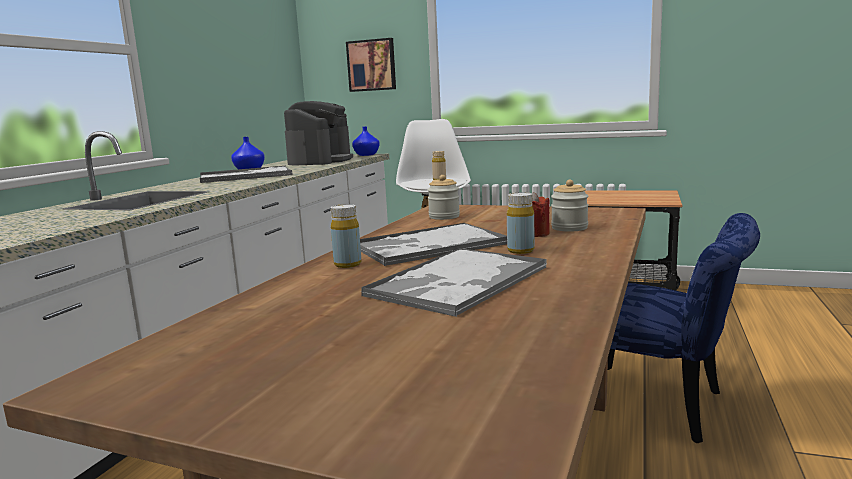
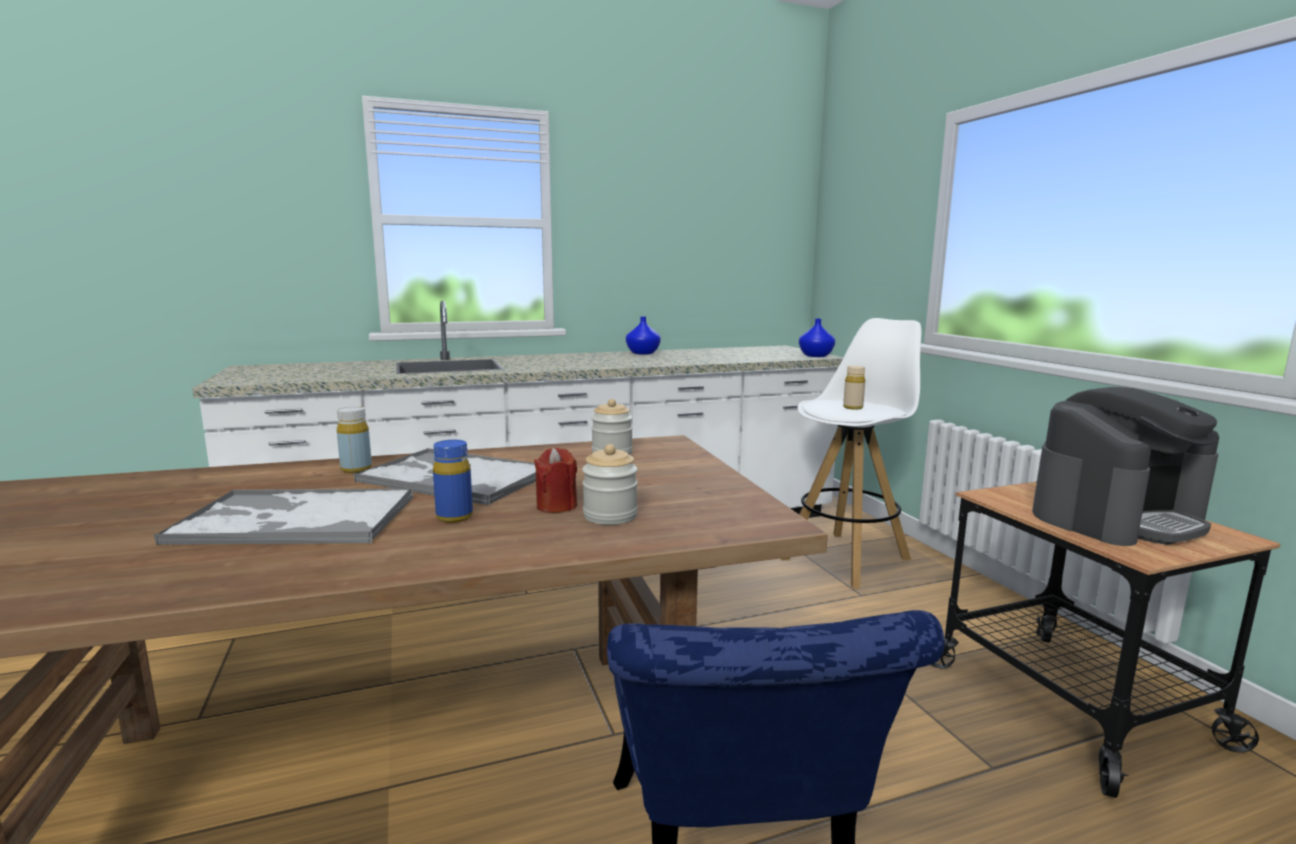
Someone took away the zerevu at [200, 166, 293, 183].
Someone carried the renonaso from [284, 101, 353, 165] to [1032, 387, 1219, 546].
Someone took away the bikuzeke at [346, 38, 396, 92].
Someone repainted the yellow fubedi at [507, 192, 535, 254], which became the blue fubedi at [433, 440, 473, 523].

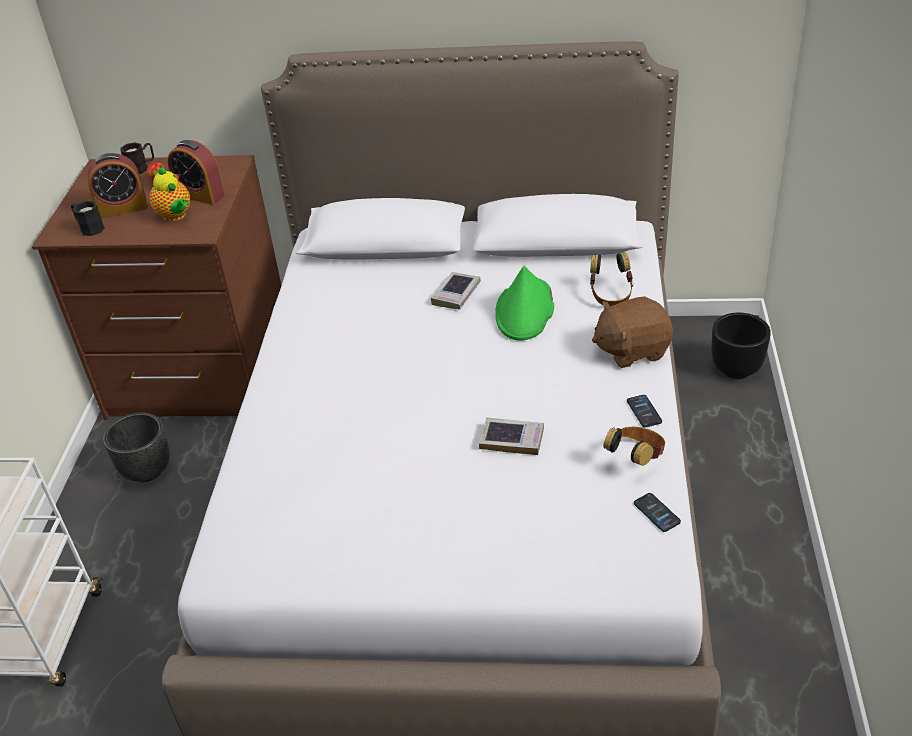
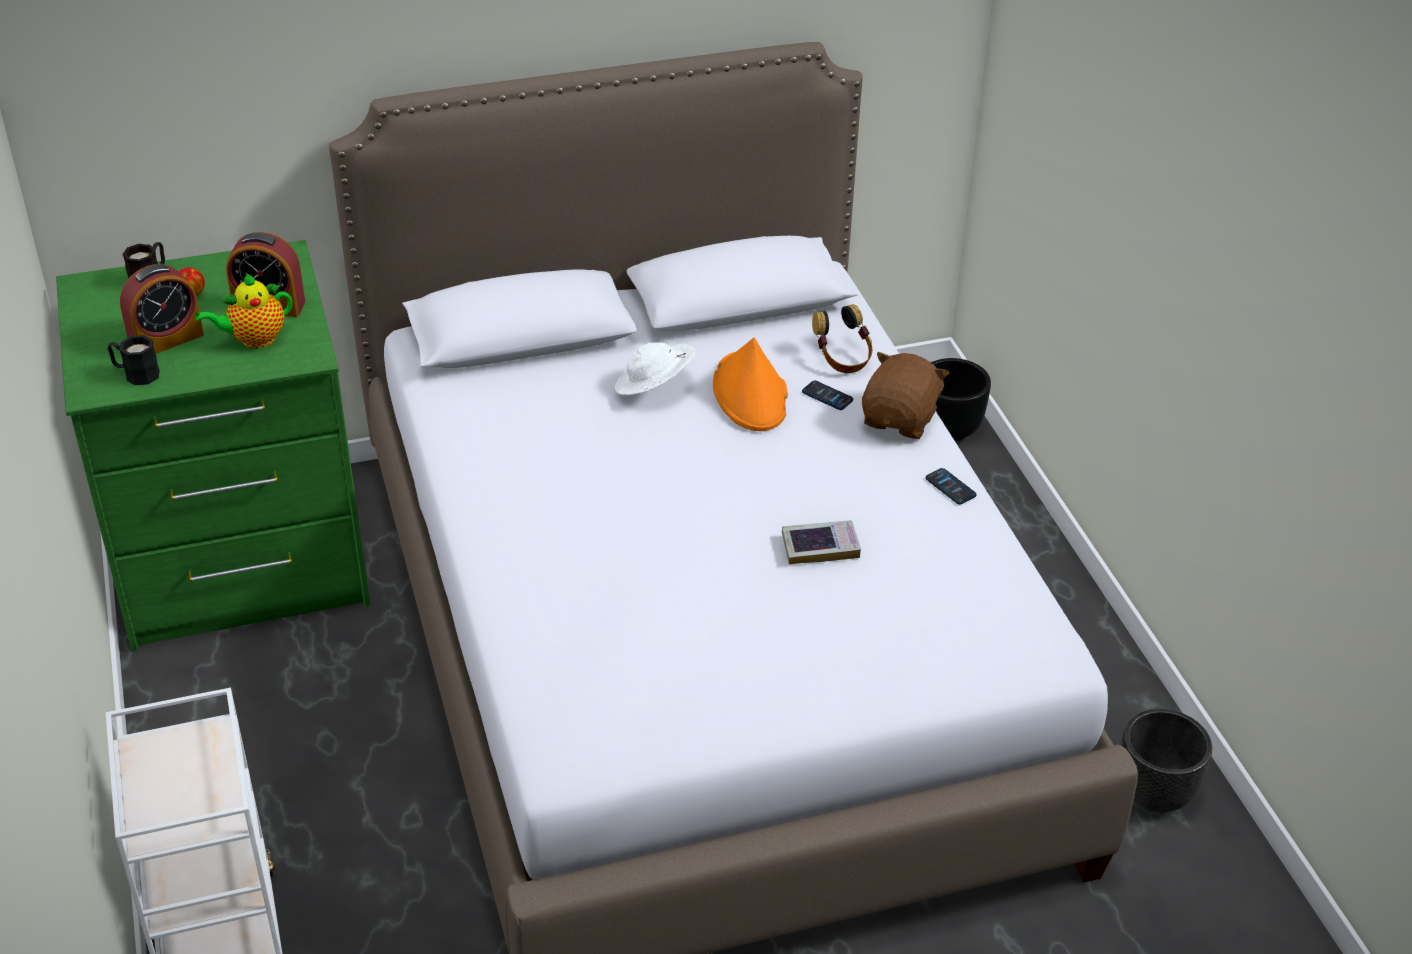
Someone repainted the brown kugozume at [32, 155, 282, 420], which became the green kugozume at [56, 240, 371, 652].
Someone carried the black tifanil from [103, 412, 170, 482] to [1121, 709, 1212, 812].
Someone rotated the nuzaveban at [150, 166, 190, 221] by 120 degrees clockwise.
Someone swapped the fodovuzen at [431, 272, 481, 309] for the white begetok at [615, 342, 695, 395].
Someone repainted the green begetok at [495, 266, 554, 341], which became the orange begetok at [713, 337, 788, 431].
Someone rotated the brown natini at [592, 296, 673, 368] by 150 degrees clockwise.
Someone took away the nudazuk at [603, 427, 665, 466].
Someone carried the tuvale from [634, 493, 681, 532] to [802, 381, 853, 410].

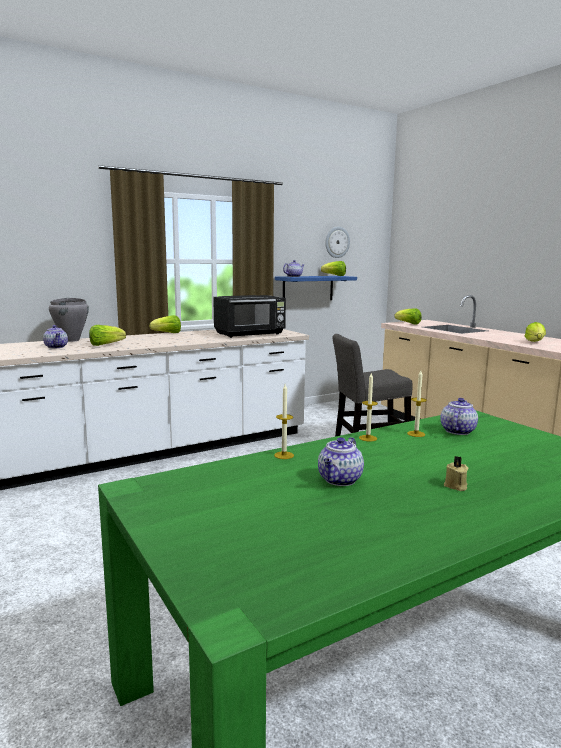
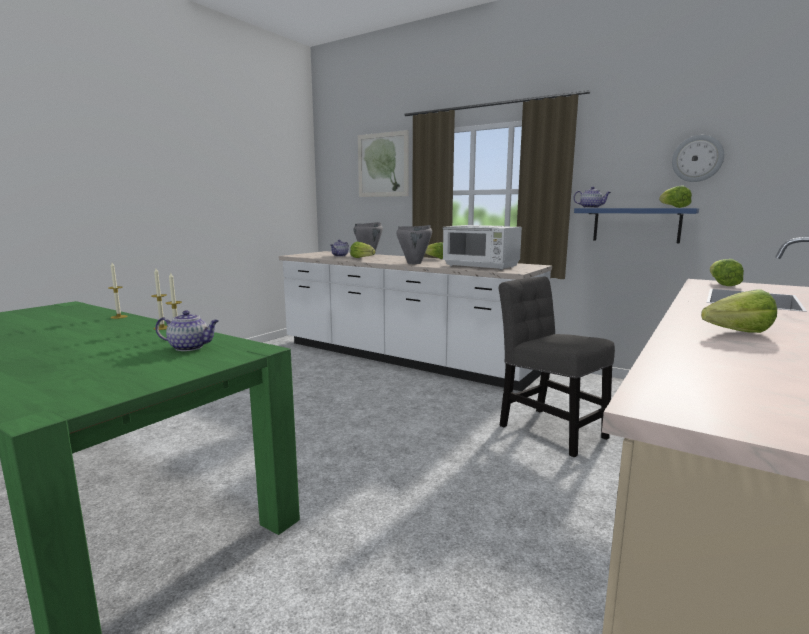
Someone repainted the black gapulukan at [213, 295, 286, 338], which became the white gapulukan at [443, 225, 522, 270].
Someone took away the nuzaveban at [318, 437, 364, 486].
Someone took away the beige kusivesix at [444, 456, 468, 491].
Someone put up the bikuzeke at [358, 130, 409, 197].
Someone put down the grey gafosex at [396, 225, 432, 264].

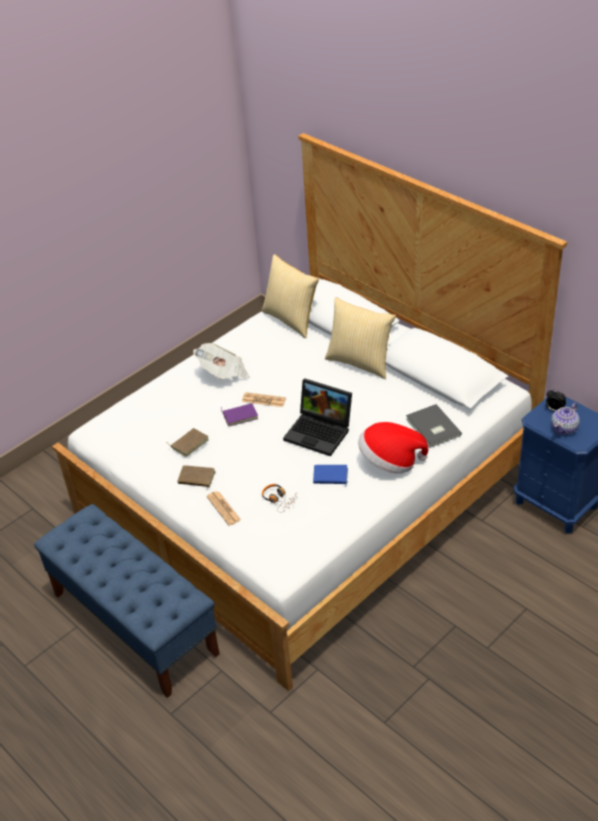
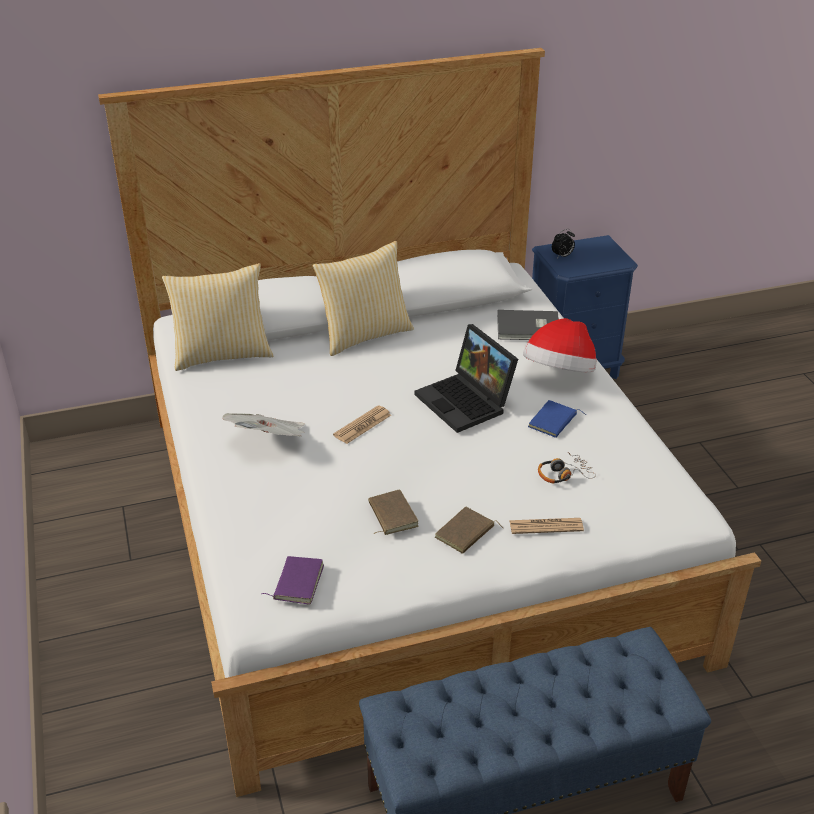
Someone carried the purple fodovuzen from [221, 403, 258, 427] to [261, 556, 324, 605].
Someone rotated the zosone at [283, 379, 352, 456] by 90 degrees clockwise.
Someone took away the nuzaveban at [551, 403, 579, 435].

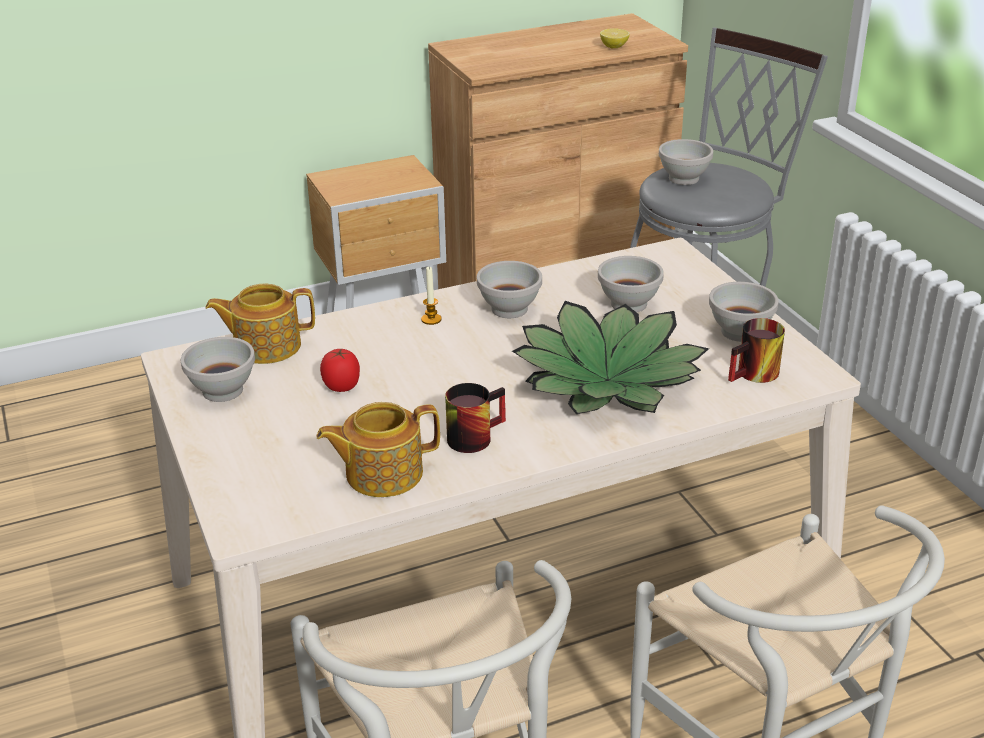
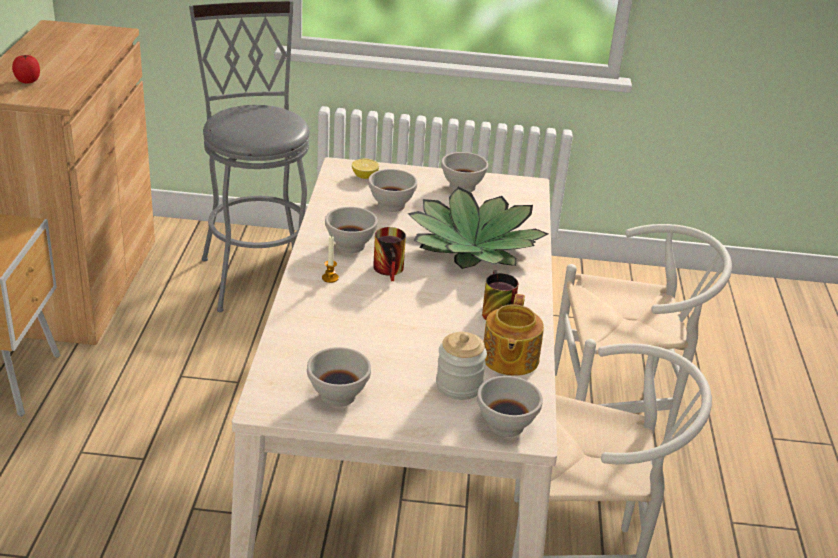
Someone took away the nuzaveban at [205, 284, 315, 364].
Someone carried the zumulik from [320, 348, 360, 392] to [12, 55, 40, 84].
Someone carried the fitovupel from [600, 28, 630, 48] to [352, 159, 379, 179].
Someone carried the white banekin from [659, 139, 713, 185] to [477, 376, 543, 437].
Someone carried the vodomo from [728, 318, 785, 383] to [373, 227, 406, 281].
Someone put down the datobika at [436, 332, 487, 400].

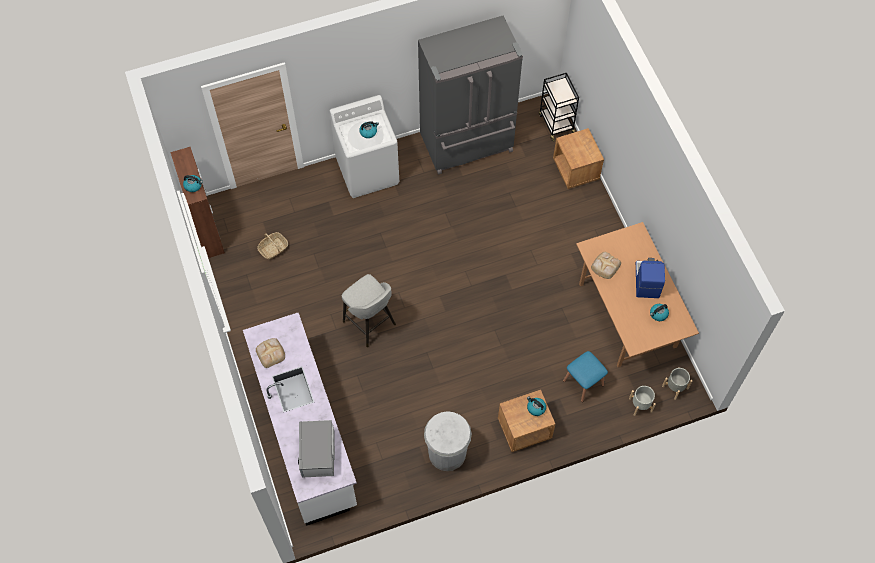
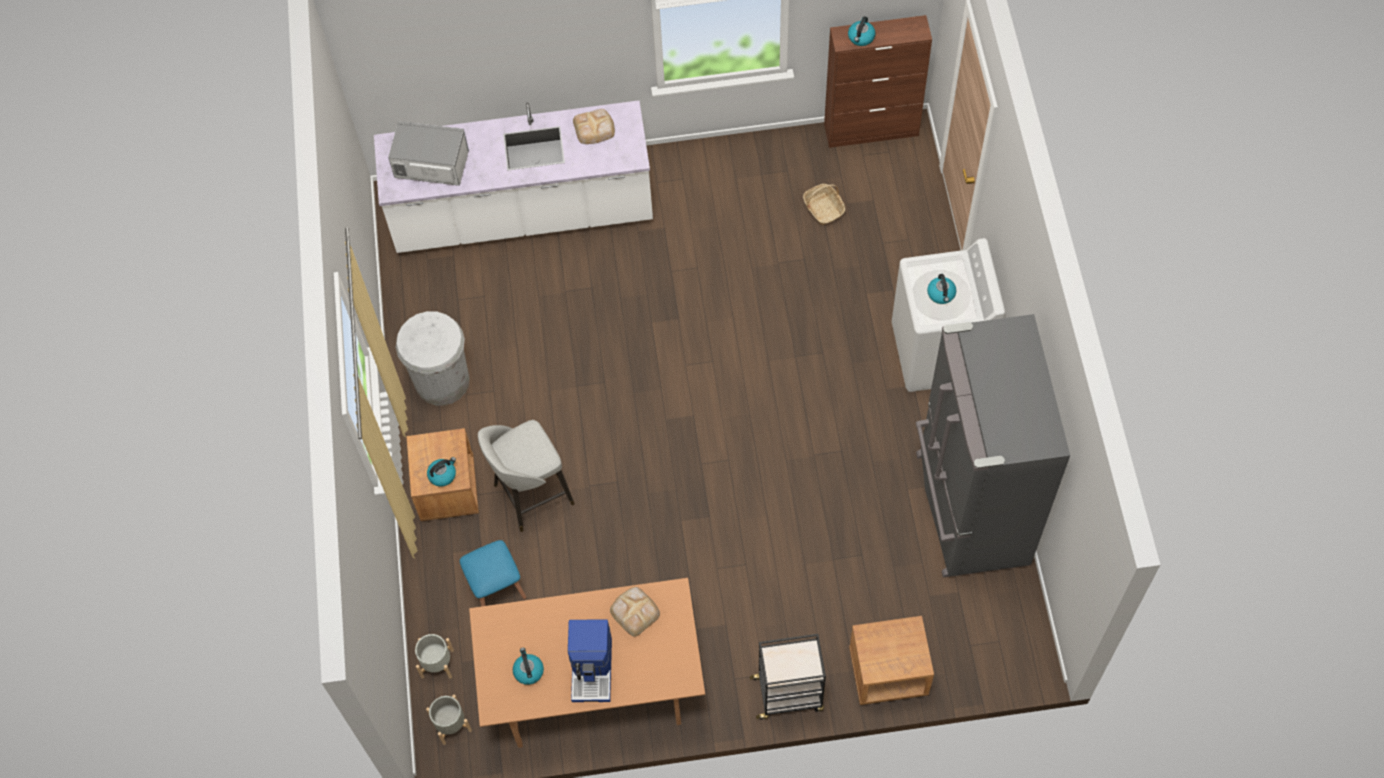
Someone carried the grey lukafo from [342, 274, 396, 347] to [478, 420, 575, 532].
Someone carried the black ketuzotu from [539, 73, 579, 142] to [750, 634, 826, 720].
Someone rotated the renonaso at [636, 258, 665, 298] by 75 degrees clockwise.

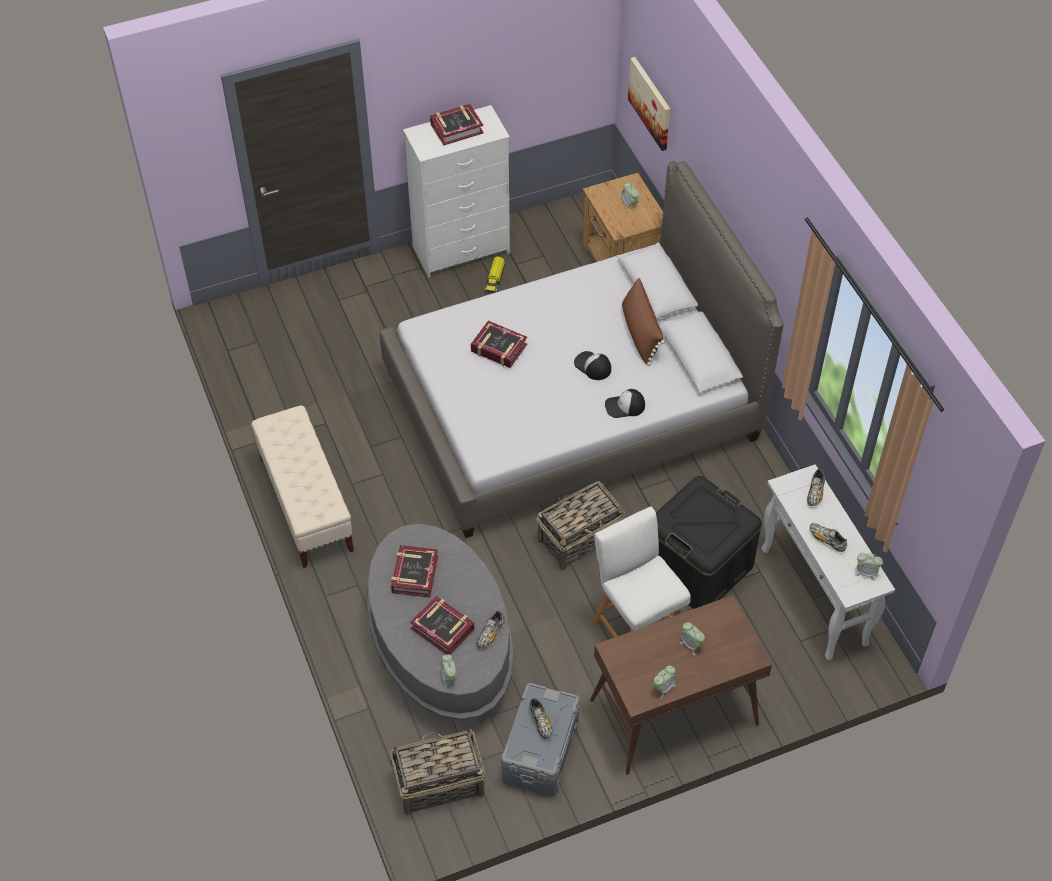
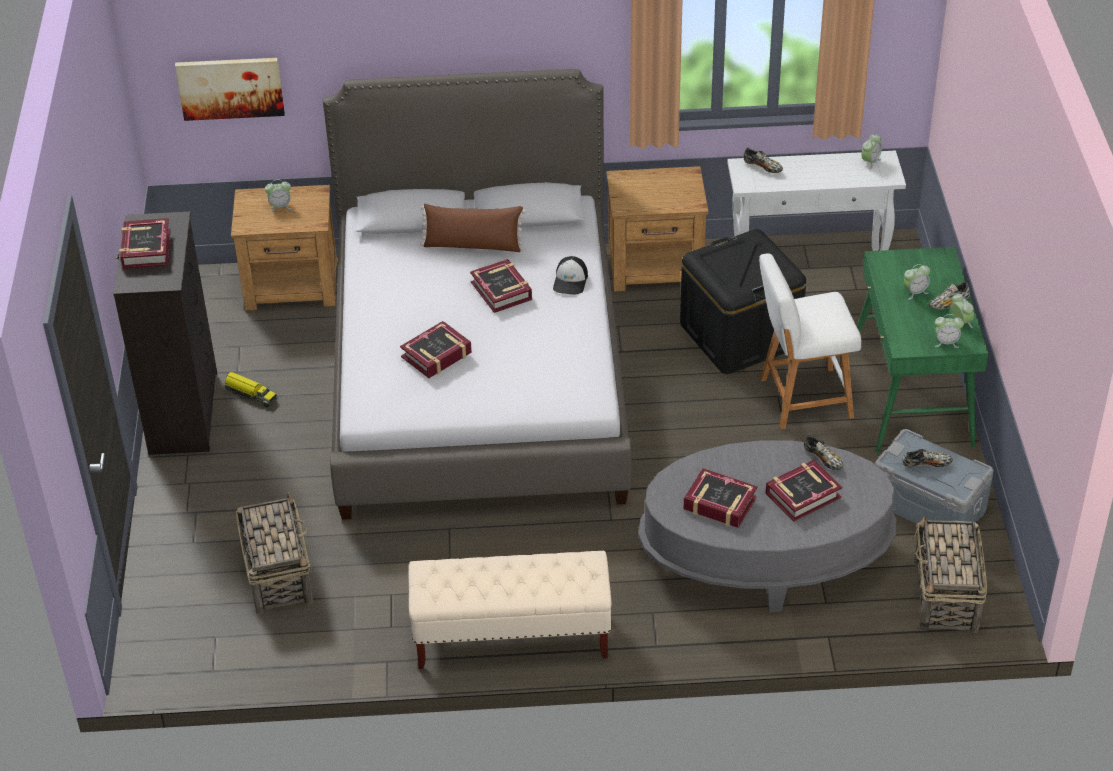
Someone repainted the white kugozume at [403, 105, 510, 278], which became the black kugozume at [113, 212, 217, 455].
Someone carried the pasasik from [441, 654, 456, 688] to [935, 314, 964, 348].
Someone carried the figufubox from [536, 481, 625, 571] to [236, 493, 313, 614].
Someone swapped the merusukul at [574, 351, 611, 380] for the fodovuzen at [470, 259, 532, 313].
Someone repainted the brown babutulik at [590, 595, 772, 775], which became the green babutulik at [857, 247, 988, 453].
Someone carried the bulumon from [810, 523, 847, 552] to [929, 281, 970, 309].
Someone put down the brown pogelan at [606, 166, 709, 292].

